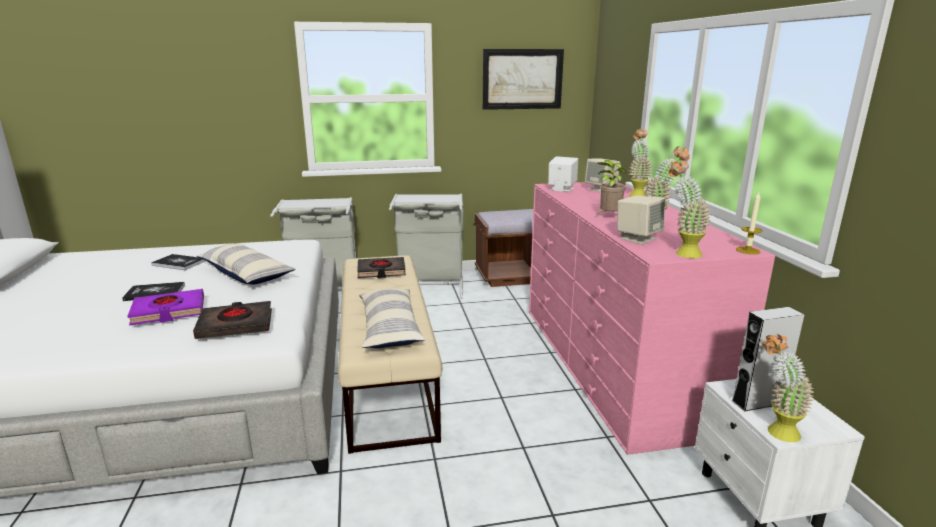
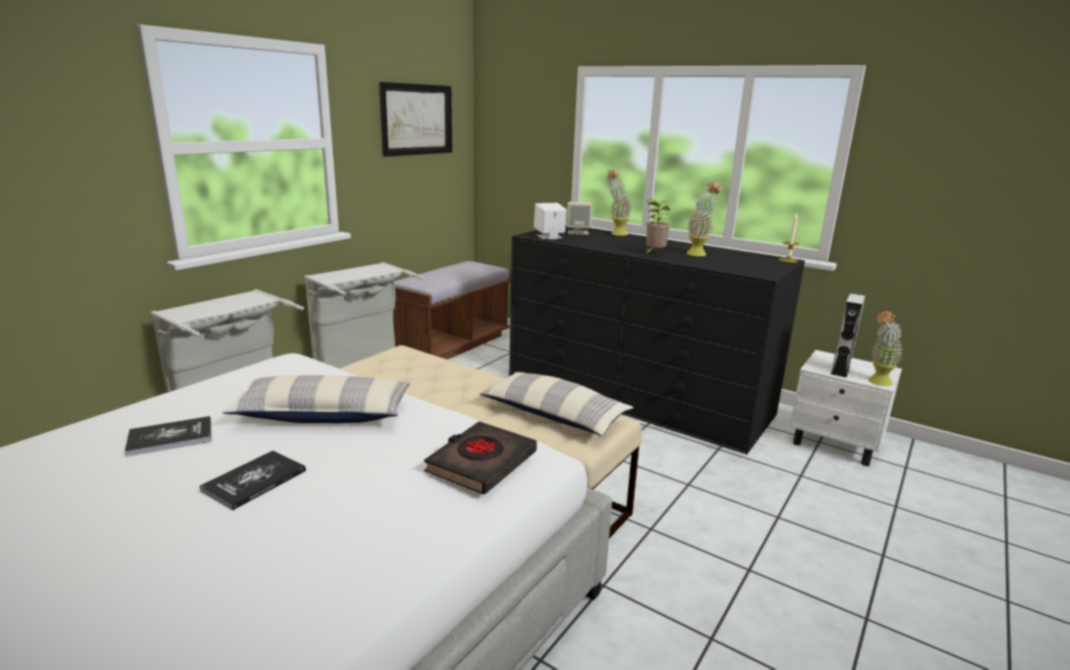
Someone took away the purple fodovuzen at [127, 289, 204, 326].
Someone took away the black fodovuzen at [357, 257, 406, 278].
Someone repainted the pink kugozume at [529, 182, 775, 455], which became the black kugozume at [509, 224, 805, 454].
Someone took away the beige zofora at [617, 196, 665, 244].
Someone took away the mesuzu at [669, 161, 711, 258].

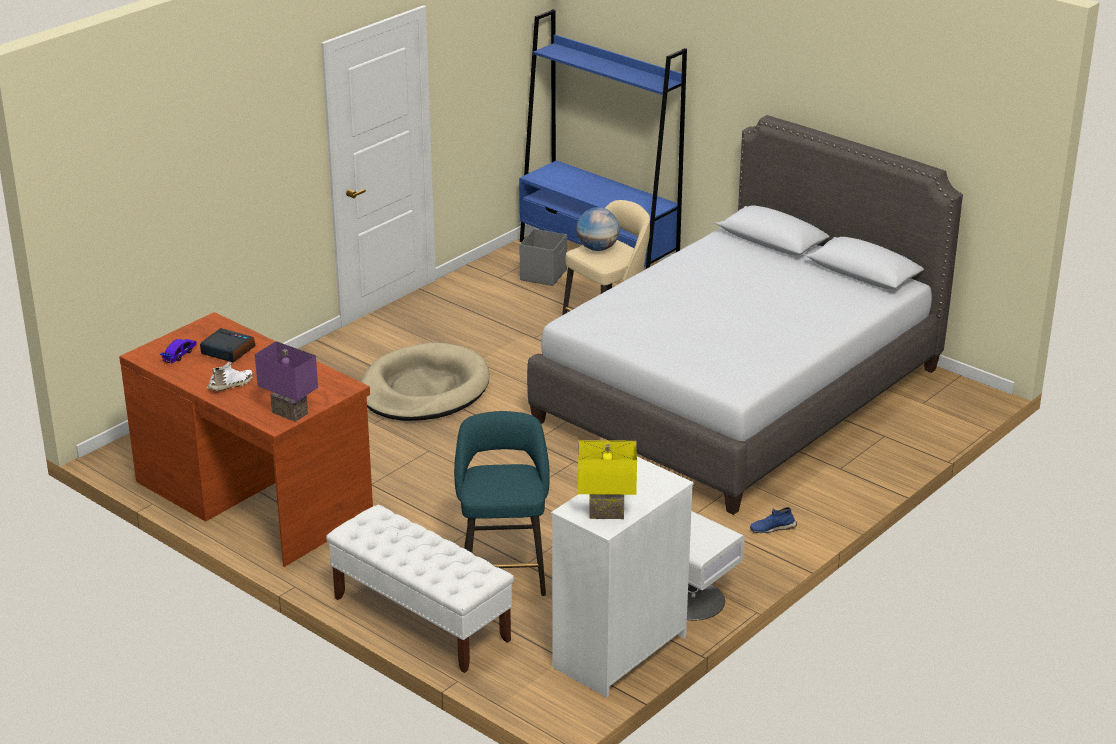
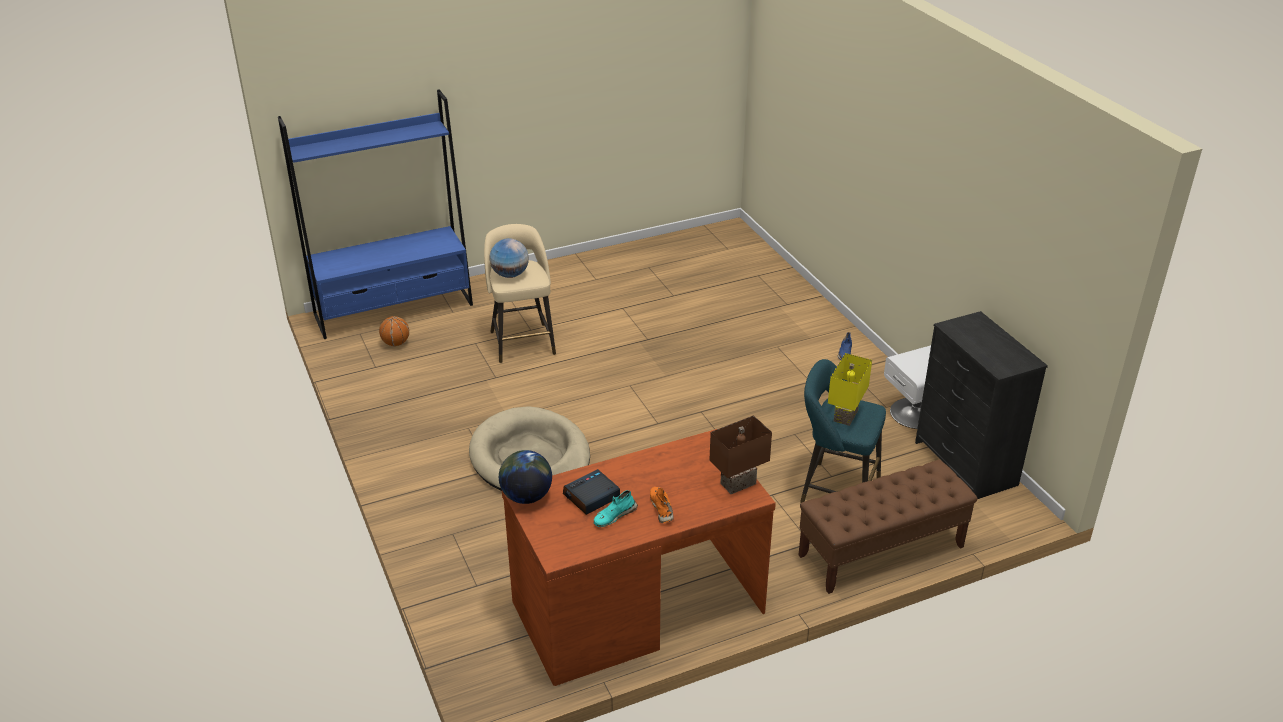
Someone took away the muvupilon at [160, 339, 197, 364].
Someone repainted the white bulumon at [207, 362, 253, 391], which became the orange bulumon at [650, 487, 674, 523].
Someone repainted the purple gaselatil at [255, 341, 318, 422], which became the brown gaselatil at [709, 415, 772, 494].
Someone repainted the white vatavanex at [326, 505, 514, 673], which became the brown vatavanex at [799, 460, 978, 594].
Someone swapped the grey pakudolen at [520, 229, 567, 286] for the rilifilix at [379, 316, 409, 346].
Someone took away the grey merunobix at [527, 115, 963, 515].
Someone repainted the white kugozume at [551, 457, 694, 697], which became the black kugozume at [915, 311, 1048, 499].
Someone carried the yellow gaselatil from [578, 440, 637, 519] to [828, 353, 872, 426].
Someone put down the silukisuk at [499, 450, 552, 504].
Someone put down the turquoise bulumon at [594, 490, 638, 527].

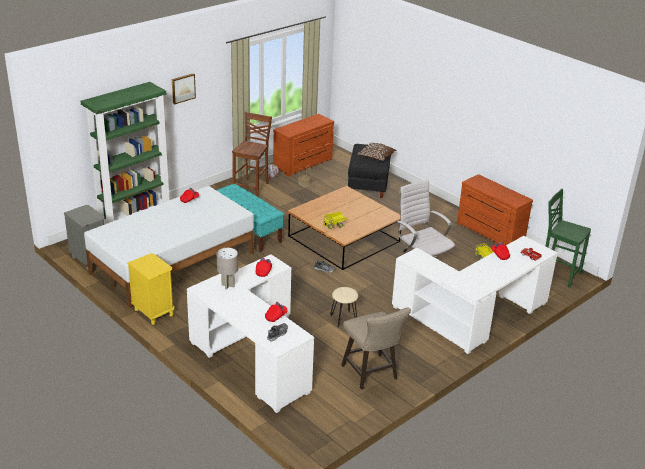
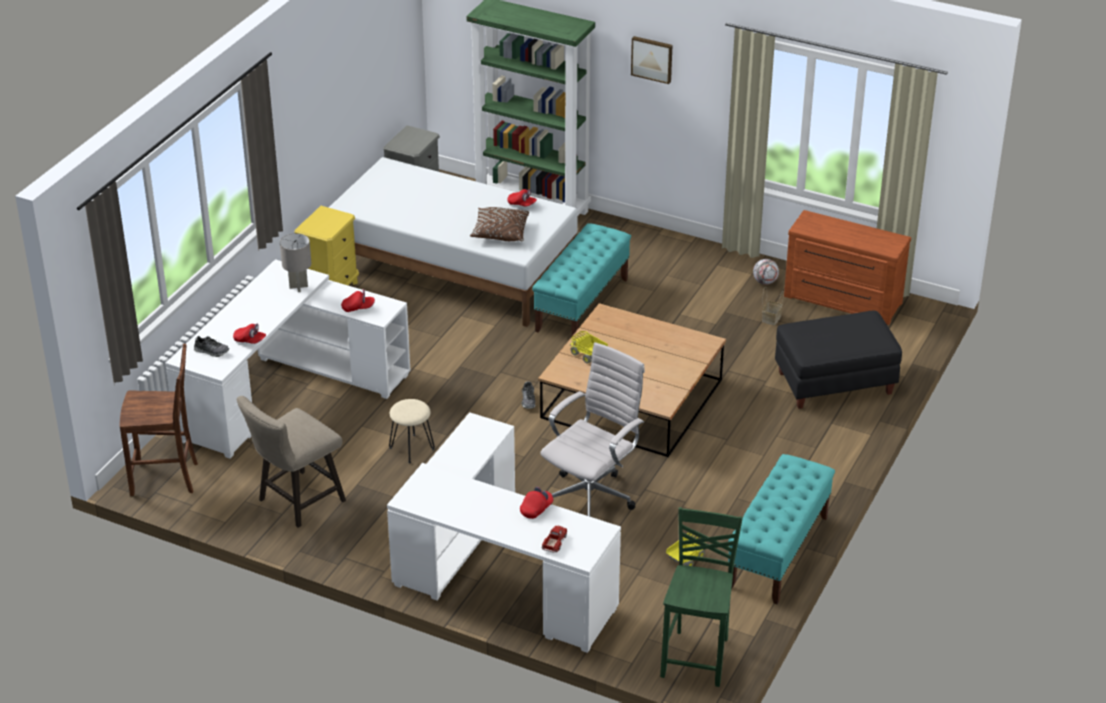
Someone carried the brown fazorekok from [232, 112, 272, 197] to [120, 344, 198, 496].
Someone carried the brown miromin from [357, 143, 396, 161] to [470, 207, 529, 241].
Someone swapped the brown kugozume at [457, 174, 533, 245] for the turquoise vatavanex at [728, 454, 835, 604].

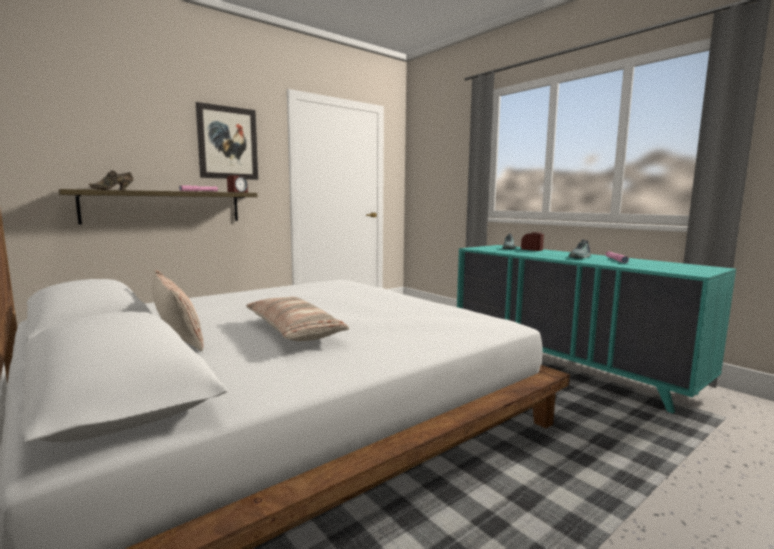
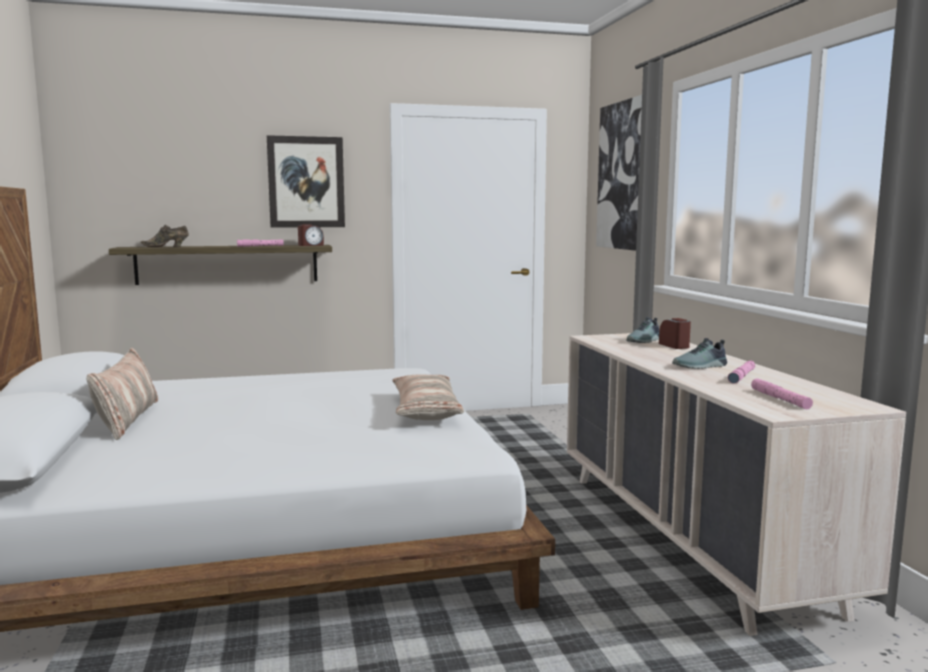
Someone carried the miromin from [246, 297, 349, 341] to [392, 374, 464, 420].
Someone repainted the turquoise kugozume at [457, 245, 736, 413], which became the beige kugozume at [567, 333, 906, 636].
Someone put up the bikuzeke at [596, 95, 642, 251].
Someone put down the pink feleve at [751, 378, 813, 409].

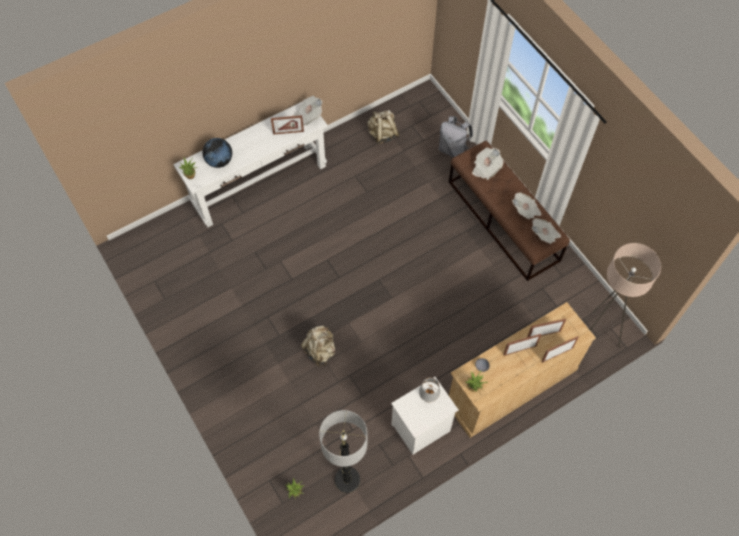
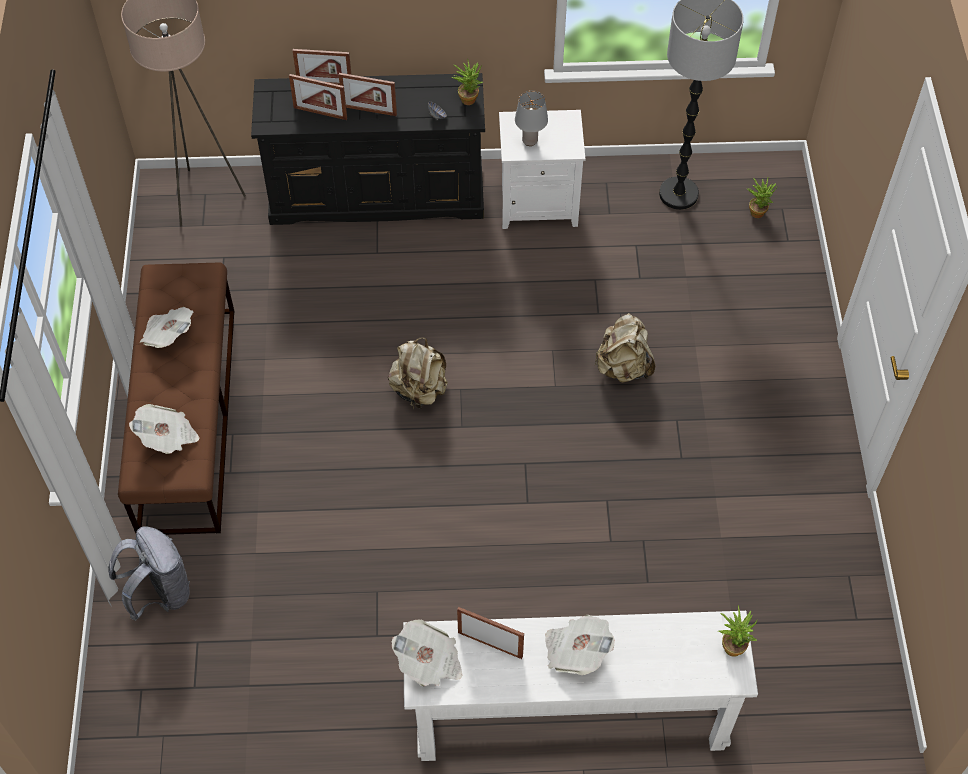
Someone took away the silukisuk at [202, 138, 232, 168].
Someone carried the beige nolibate from [367, 110, 400, 144] to [388, 337, 448, 410].
Someone repainted the beige kugozume at [449, 302, 596, 438], which became the black kugozume at [251, 73, 485, 225].
Someone carried the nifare from [532, 218, 561, 244] to [545, 615, 615, 675].

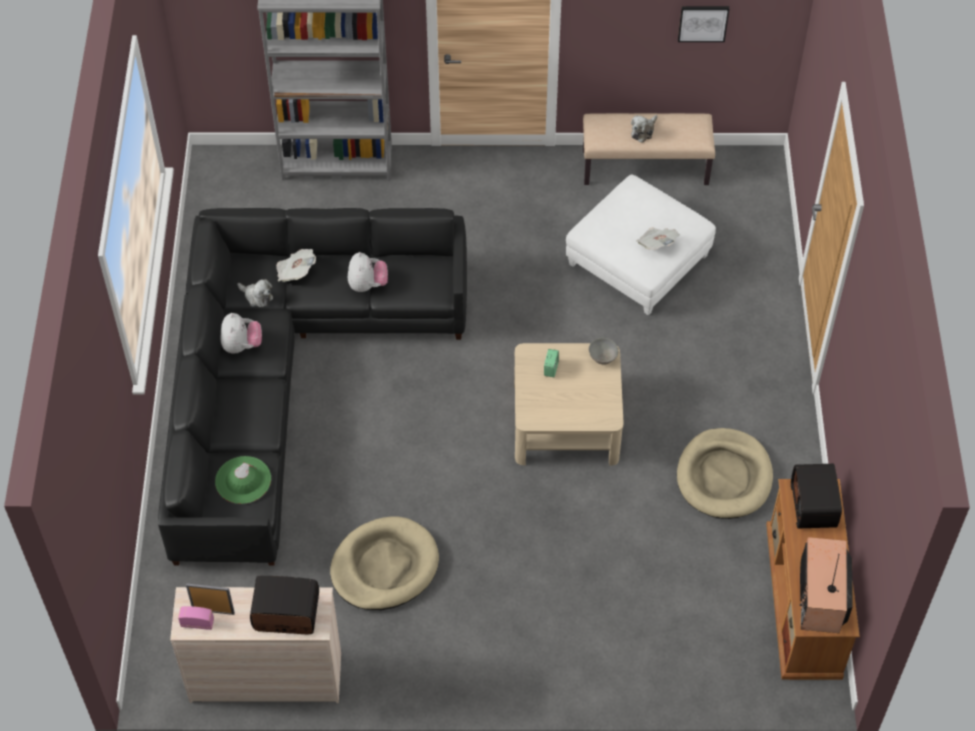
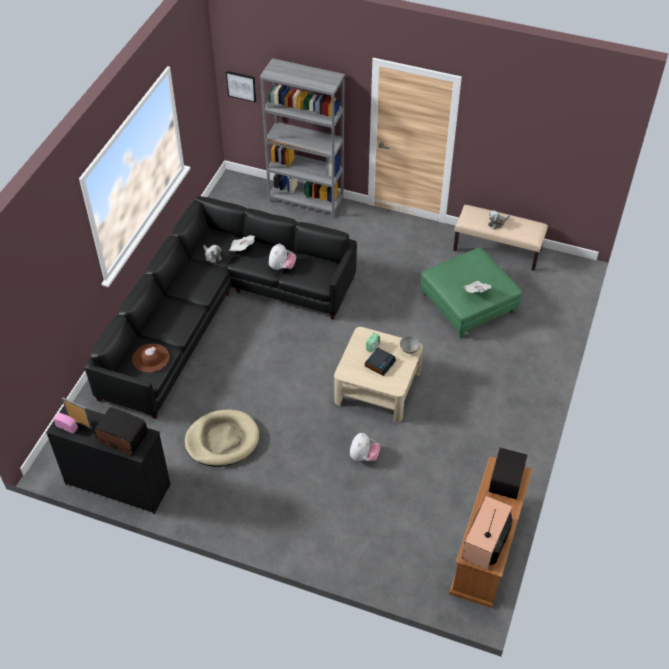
Someone repainted the beige kugozume at [170, 587, 341, 703], which became the black kugozume at [46, 406, 171, 514].
Someone repainted the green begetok at [215, 456, 271, 504], which became the brown begetok at [132, 344, 169, 372].
Someone carried the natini from [221, 313, 262, 354] to [350, 433, 380, 461].
Someone repainted the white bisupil at [566, 175, 716, 315], which became the green bisupil at [421, 248, 522, 338].
Someone took away the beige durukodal at [677, 428, 773, 519].
Someone carried the bikuzeke from [678, 6, 729, 42] to [226, 71, 256, 102].
Someone put down the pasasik at [365, 348, 396, 376].

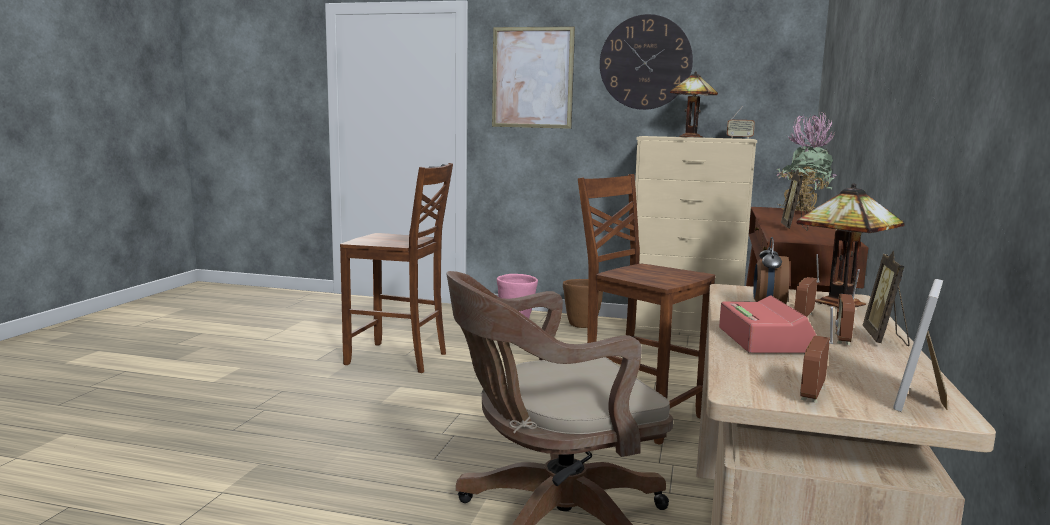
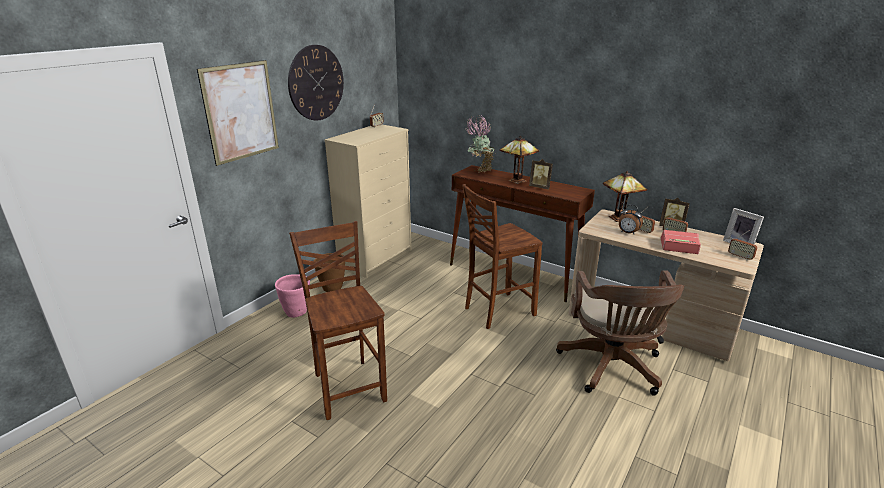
Someone rotated the brown fazorekok at [340, 163, 453, 373] by 60 degrees counterclockwise.
Someone carried the gaselatil from [670, 71, 718, 137] to [500, 136, 539, 184].

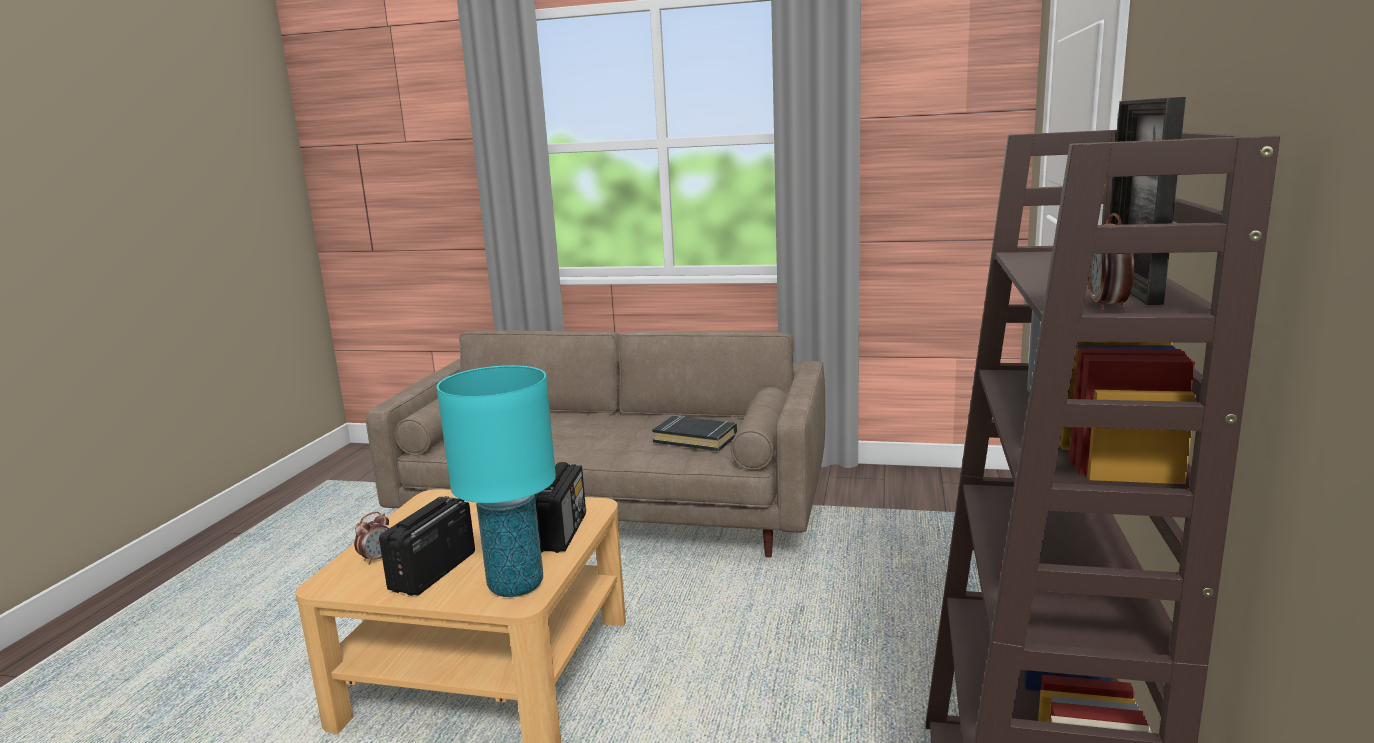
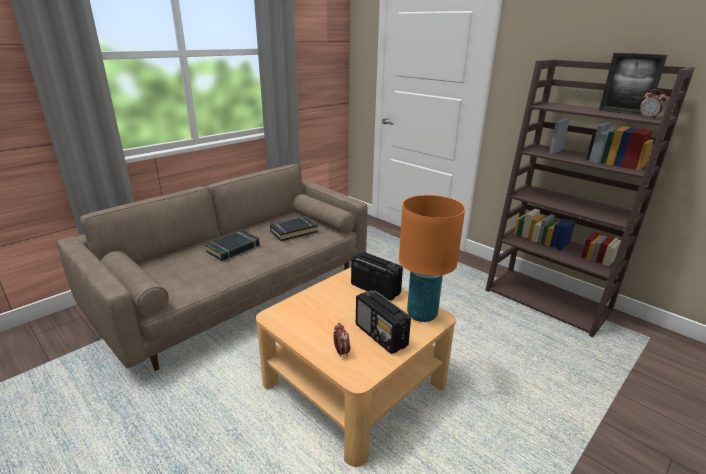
Someone repainted the turquoise gaselatil at [437, 365, 556, 597], which became the orange gaselatil at [399, 195, 465, 322].
Someone put down the black fodovuzen at [205, 230, 260, 261].

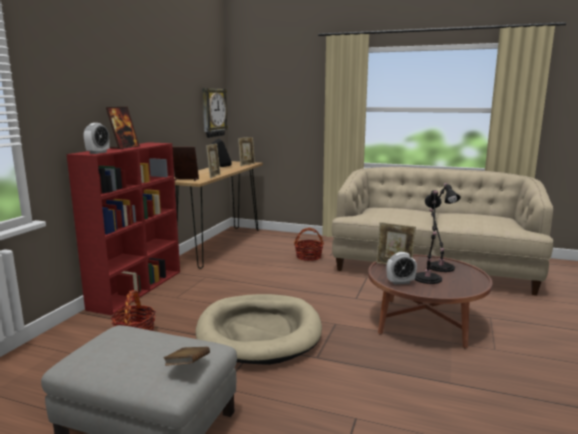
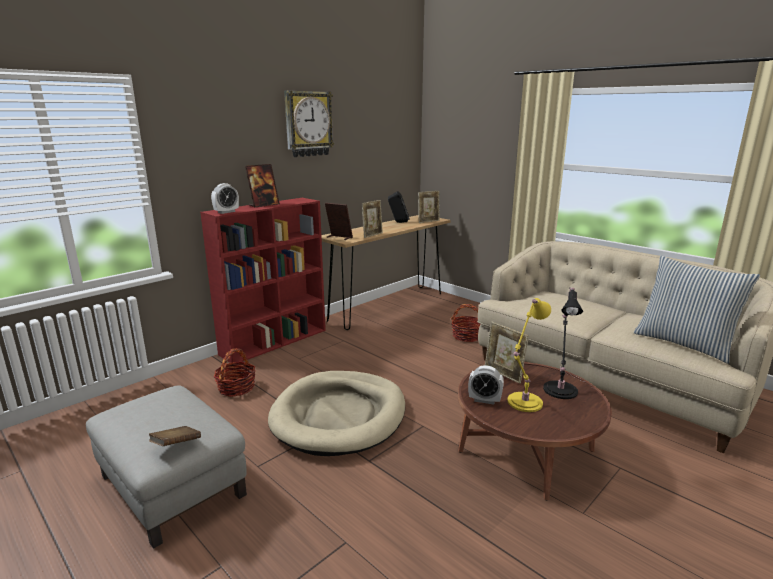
Someone carried the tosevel from [202, 88, 228, 138] to [284, 90, 335, 157].
Someone repainted the black gaselatil at [415, 190, 442, 284], which became the yellow gaselatil at [507, 298, 551, 412].
Someone put down the miromin at [634, 256, 760, 364].

